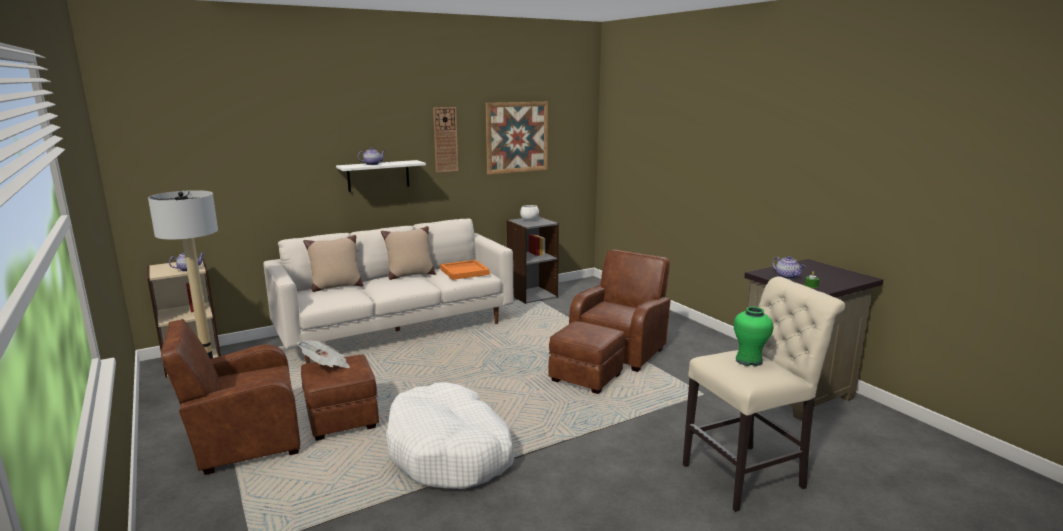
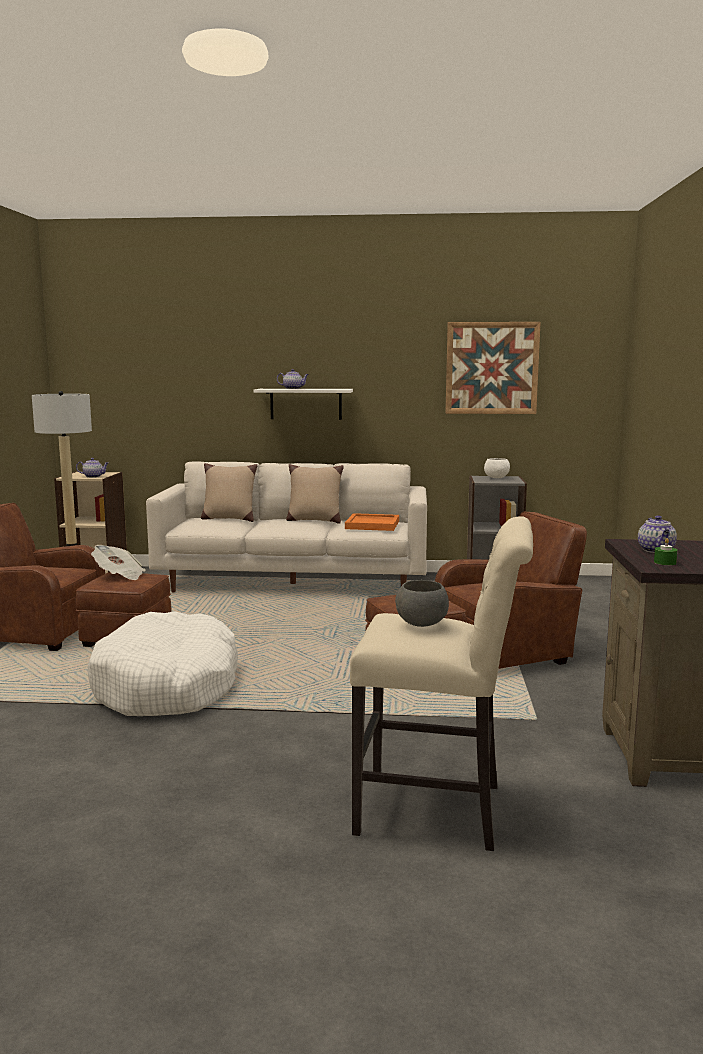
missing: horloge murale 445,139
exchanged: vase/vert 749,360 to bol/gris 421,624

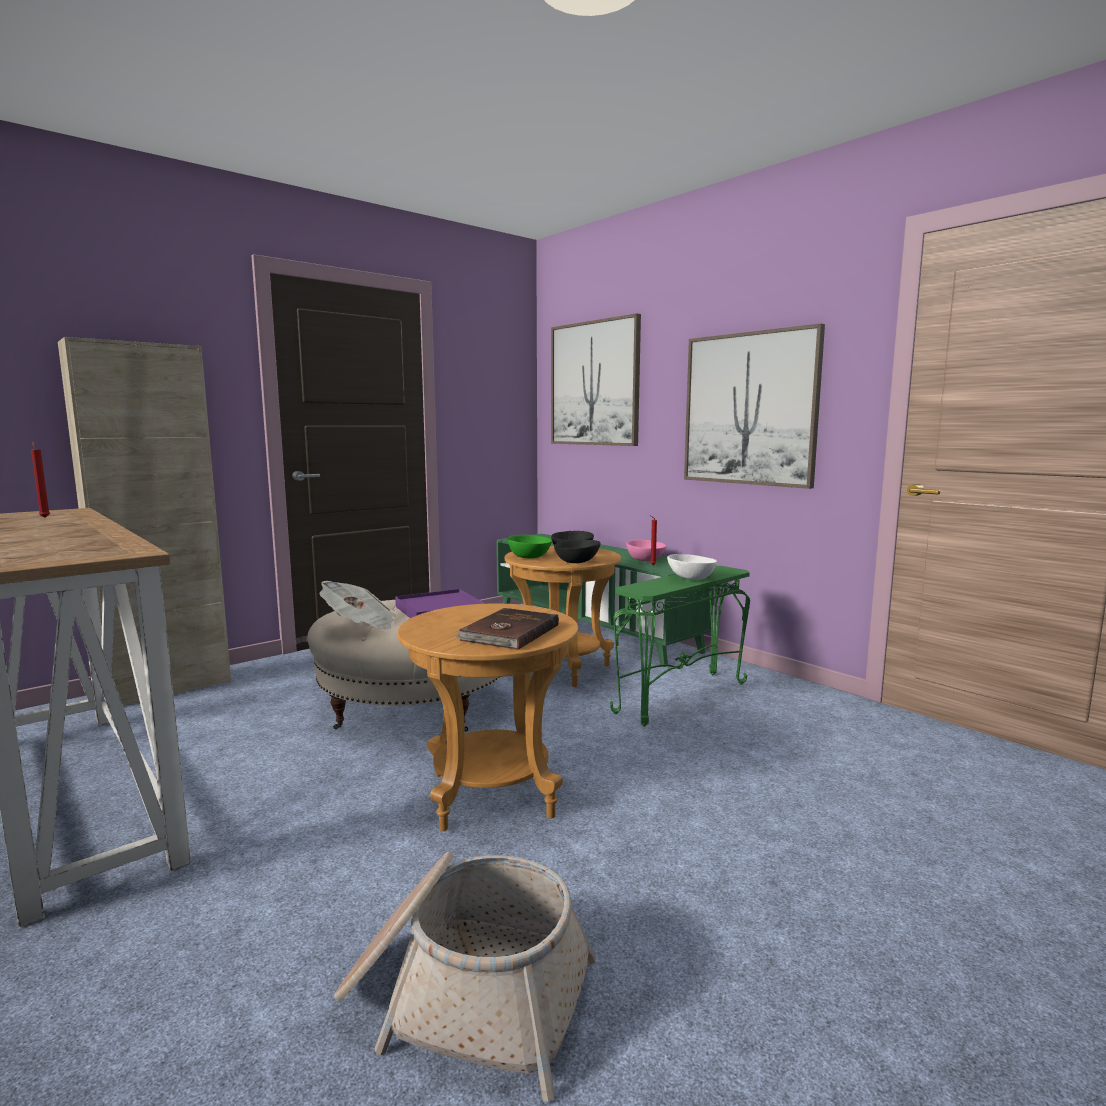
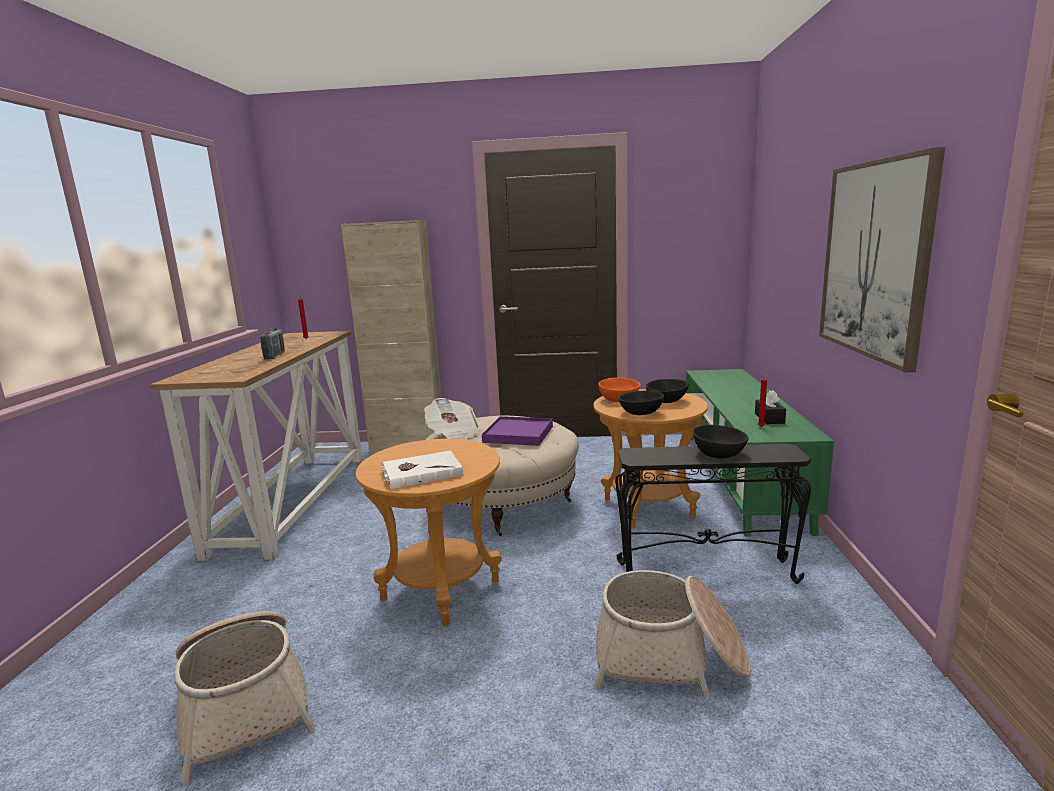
missing: tableau 594,384
appeared: radio 275,356; panier 669,657
exchanged: bol/rose 644,559 to boîte à mouchoirs/noir 769,418
colour: livre/marron 508,633 to livre/blanc 421,472; bol/vert 528,557 to bol/orange 618,399; table d'appoint/vert 681,697 to table d'appoint/noir 706,573; bol/blanc 691,578 to bol/noir 718,454

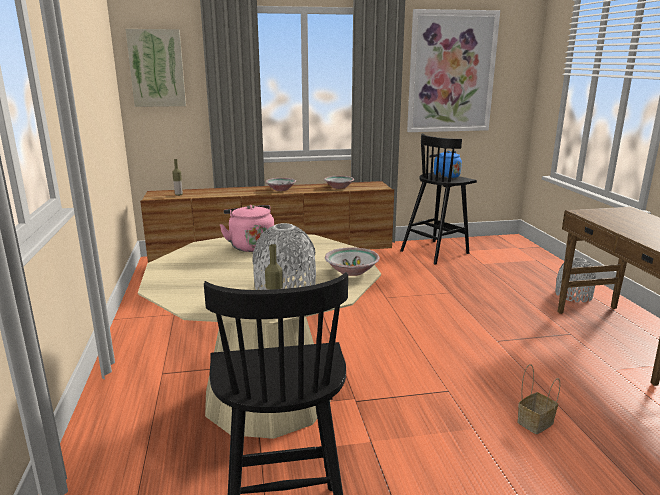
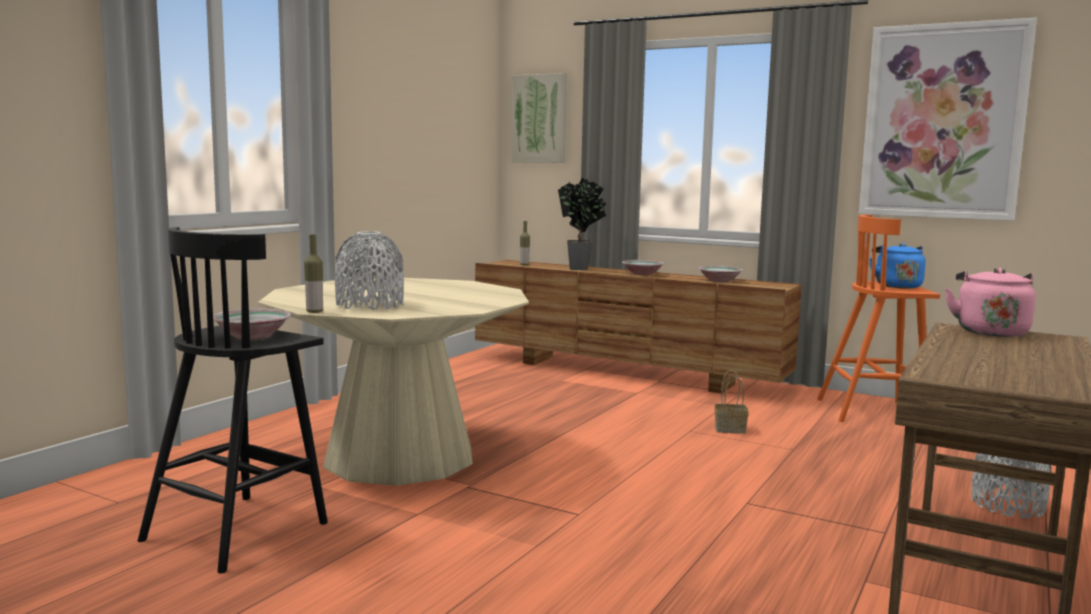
appeared: plante en pot 582,269
relocated: bouilloire/rose 250,246 to 990,331; bol 352,271 to 253,336; panier 535,422 to 731,429
colour: tabouret/noir 436,251 to tabouret/orange 874,411

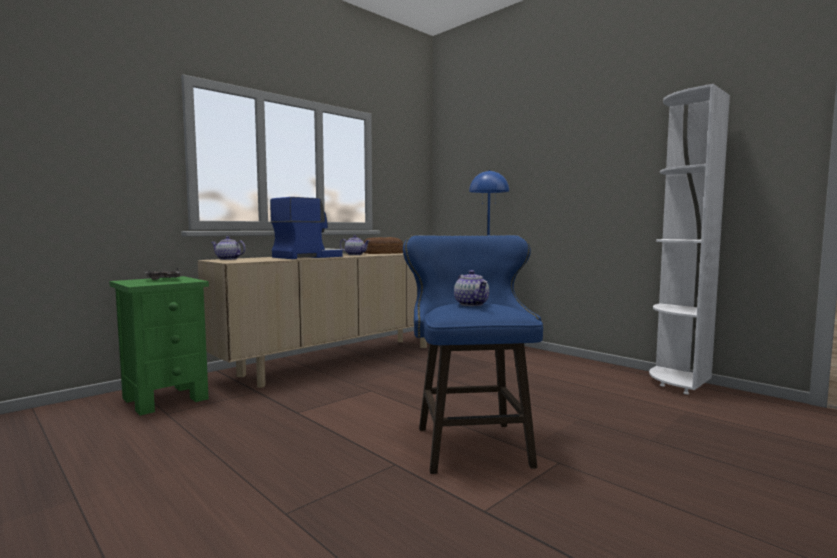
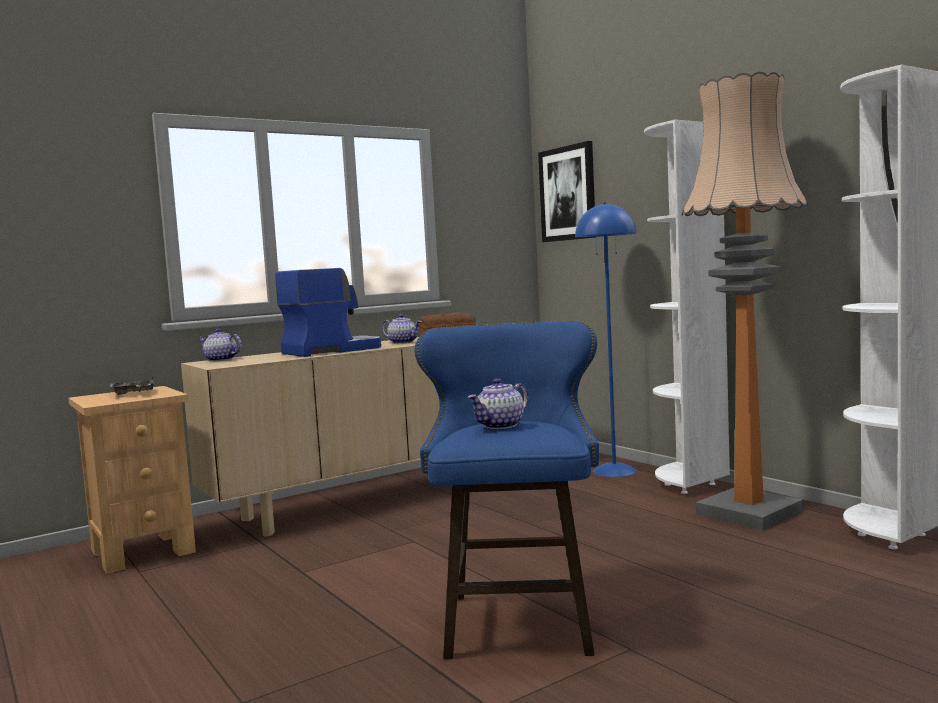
appeared: tableau 568,193; bibliothèque/blanc 685,484; lampadaire 749,513
colour: table de chevet/vert 167,399 to table de chevet/beige 144,551
spun: théière 472,304 = 500,425 60 degrees clockwise

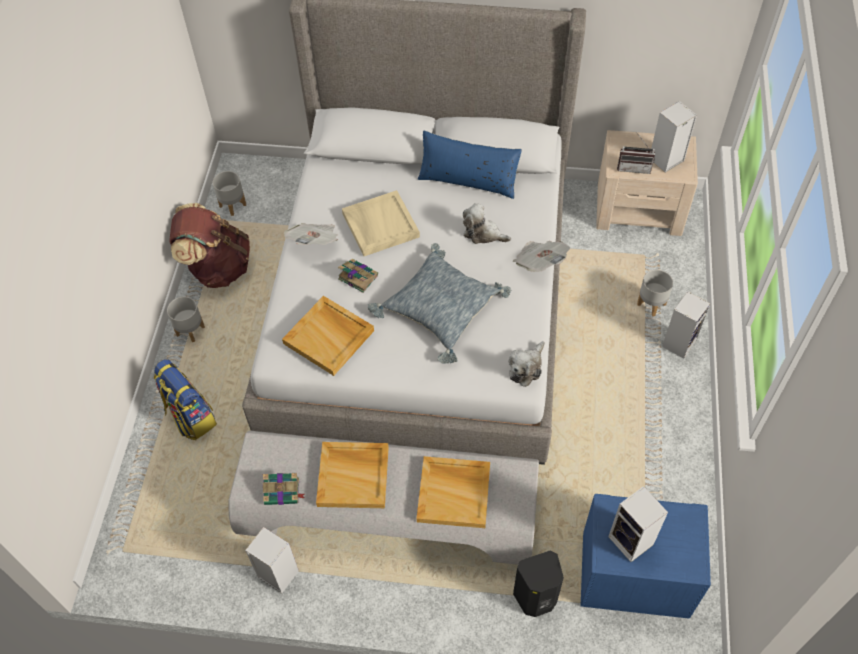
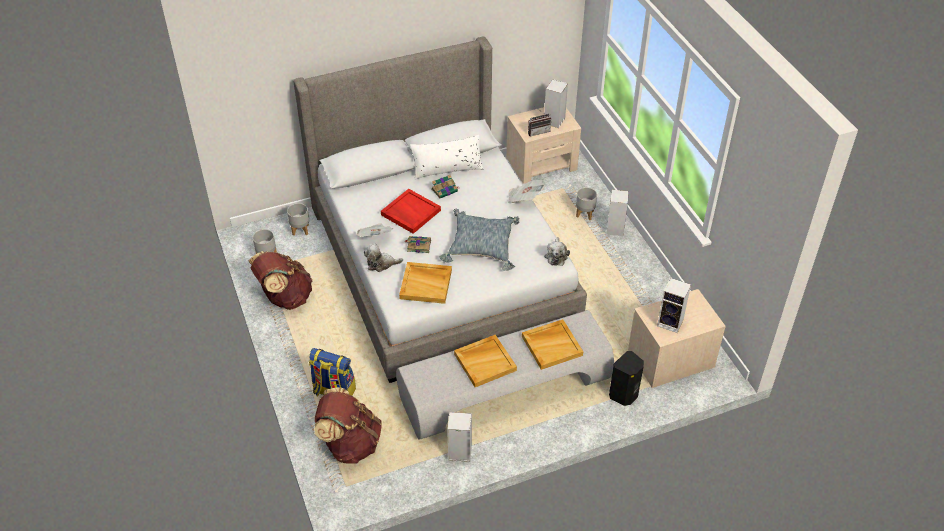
appeared: sac à dos/marron 350,443
relocated: cache-pot/gris 190,331 to 300,230; livre 283,491 to 445,190; peluche 483,233 to 381,264
colour: plateau/beige 380,225 to plateau/rouge 410,213; coussin/bleu 468,180 to coussin/blanc 447,169; table de chevet/bleu 634,574 to table de chevet/beige 670,358

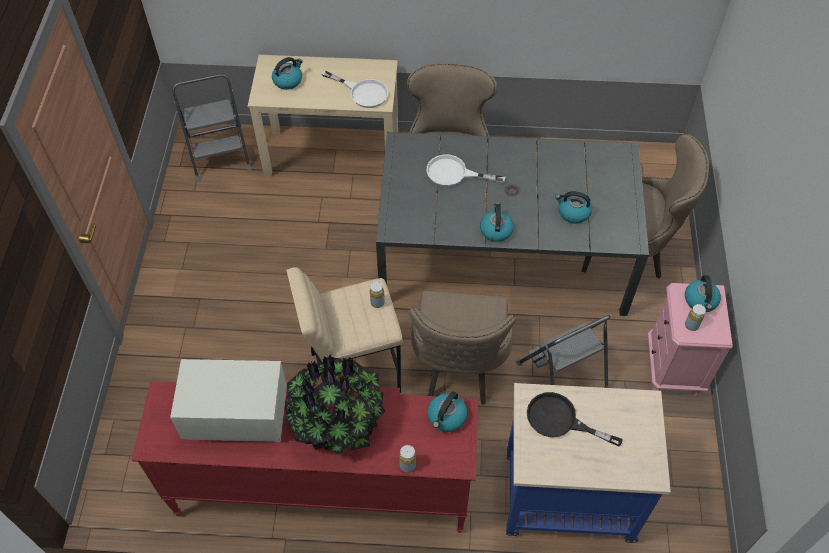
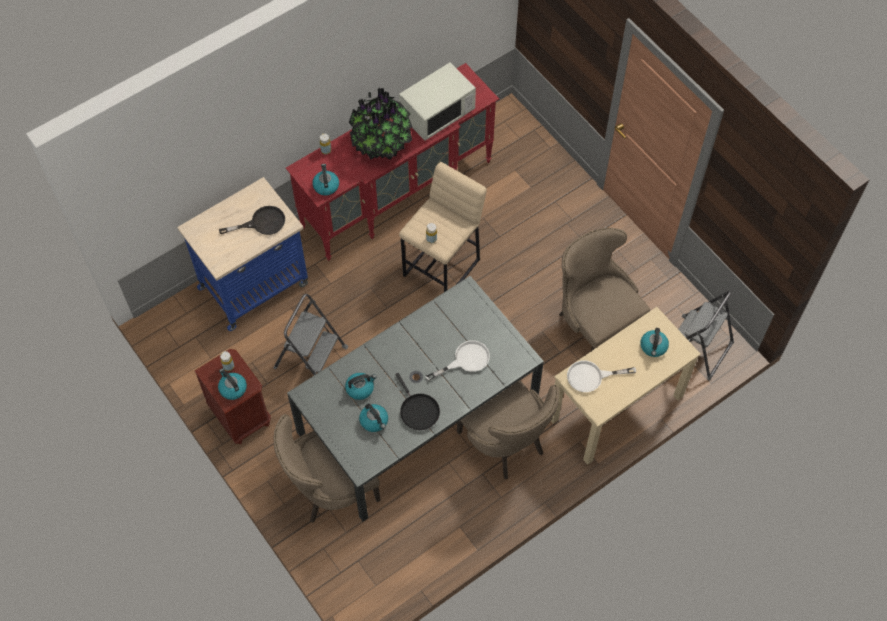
appeared: poêle/noir 418,411
relocated: chaise/beige 459,368 to 594,324; bouilloire 495,230 to 374,421
colour: table de chevet/rose 673,367 to table de chevet/marron 240,416

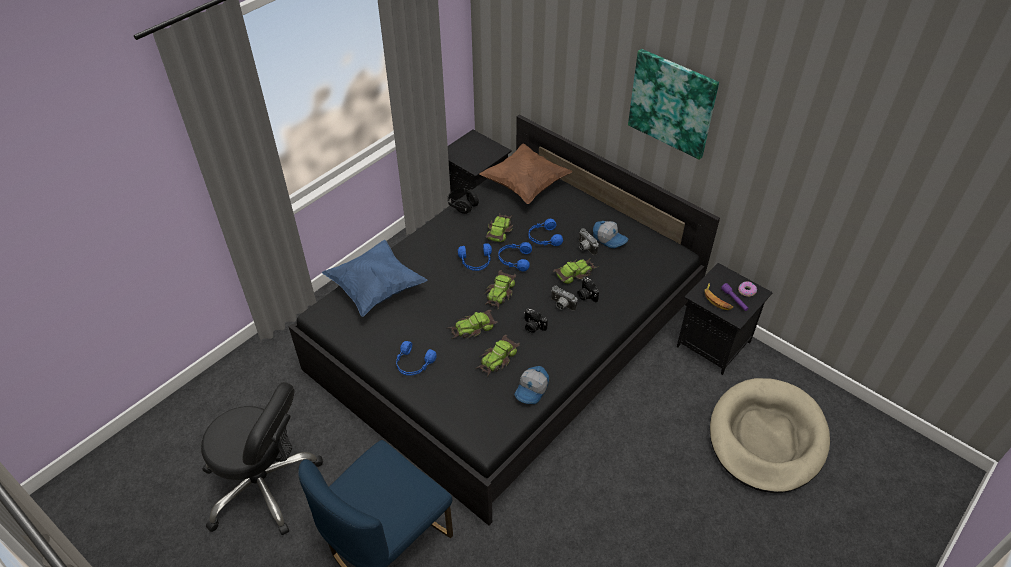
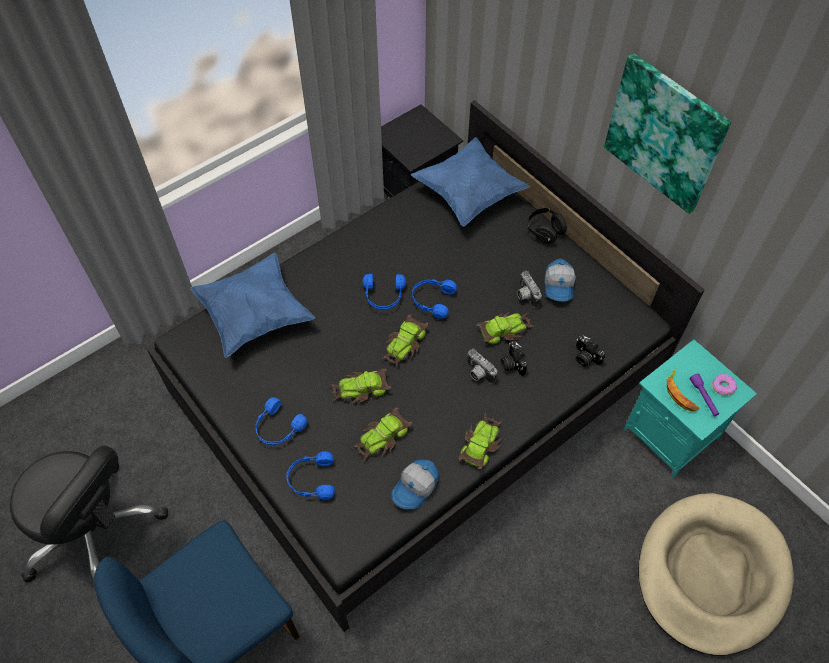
relocated: casque audio/noir 462,206 to 544,231; petite voiture 499,230 to 480,443; appareil photo 533,327 to 585,358; casque audio/bleu 544,238 to 311,480
colour: coussin/marron 525,185 to coussin/bleu 468,194; table de chevet/noir 715,344 to table de chevet/turquoise 673,434
spun: casquette 609,238 = 559,286 45 degrees clockwise

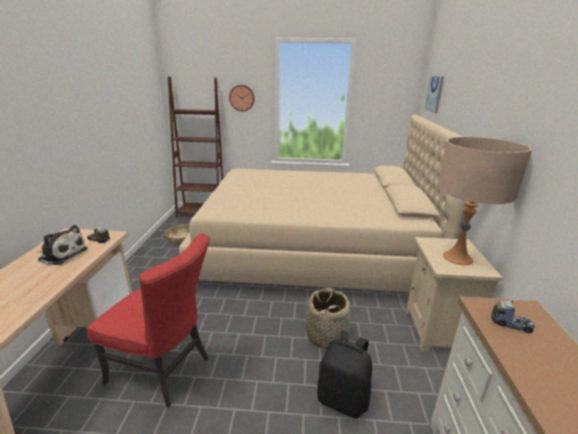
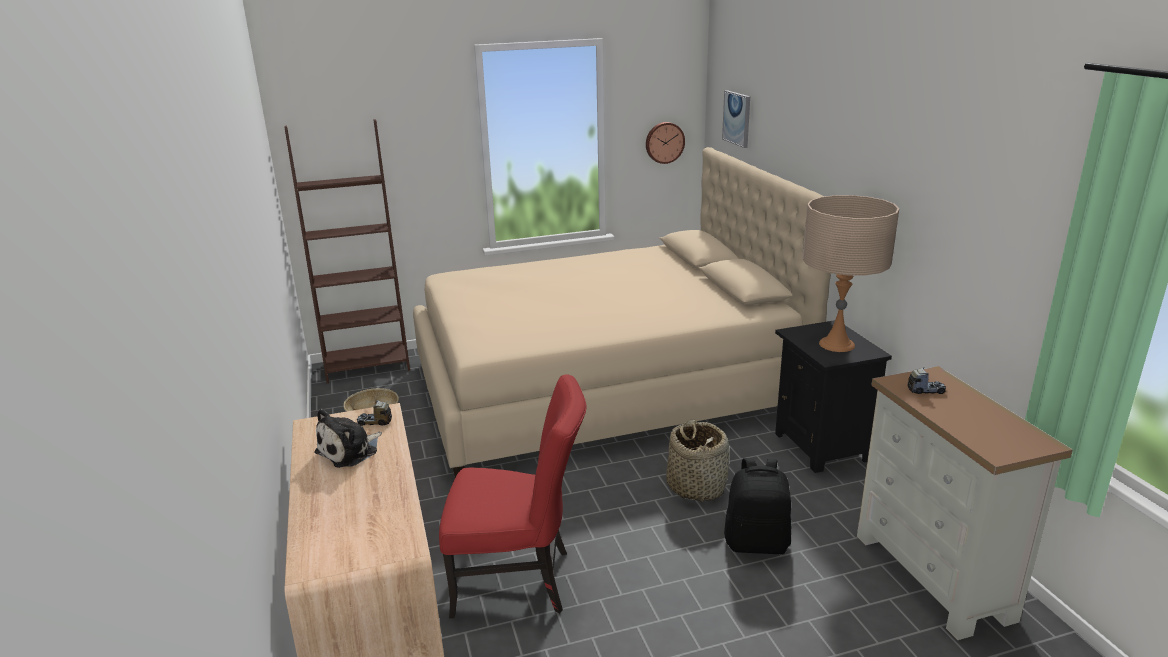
relocated: horloge murale 242,98 to 664,142
colour: table de chevet/beige 435,331 to table de chevet/noir 820,447
spun: peluche 62,254 = 350,451 135 degrees clockwise

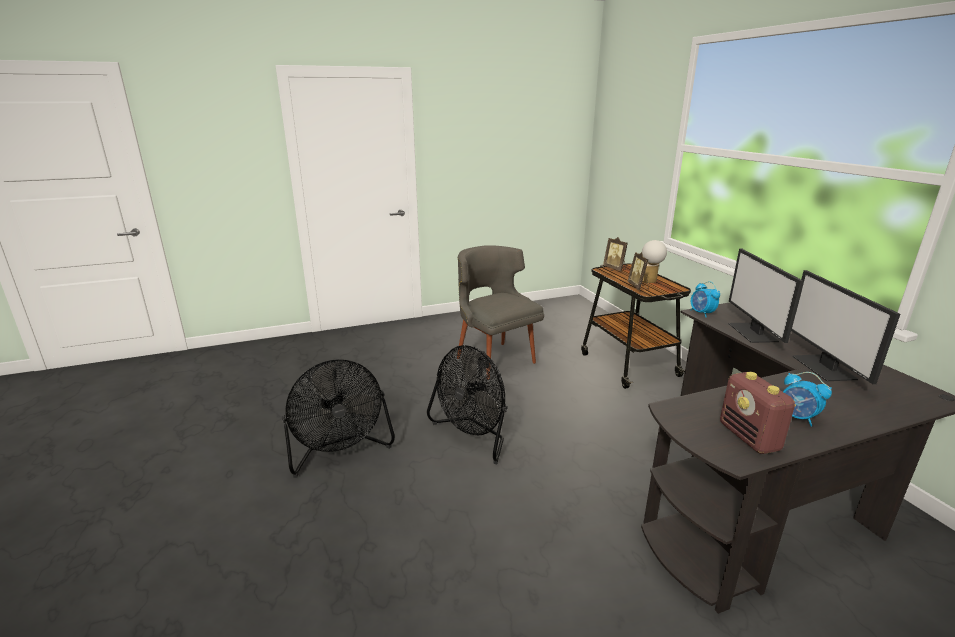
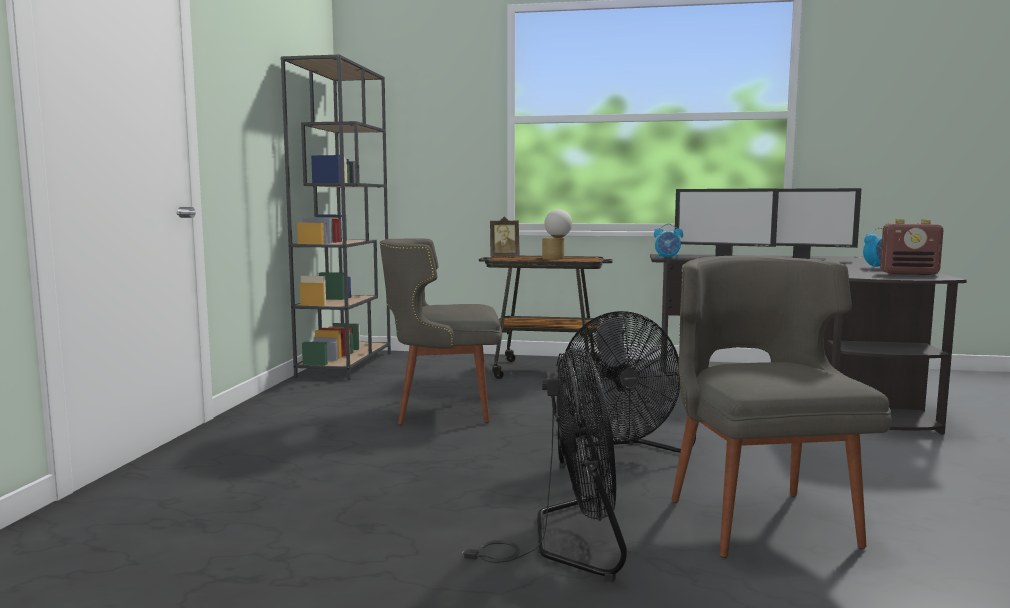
missing: cadre photo 638,286
appeared: bibliothèque 345,364; chaise/gris 762,524

